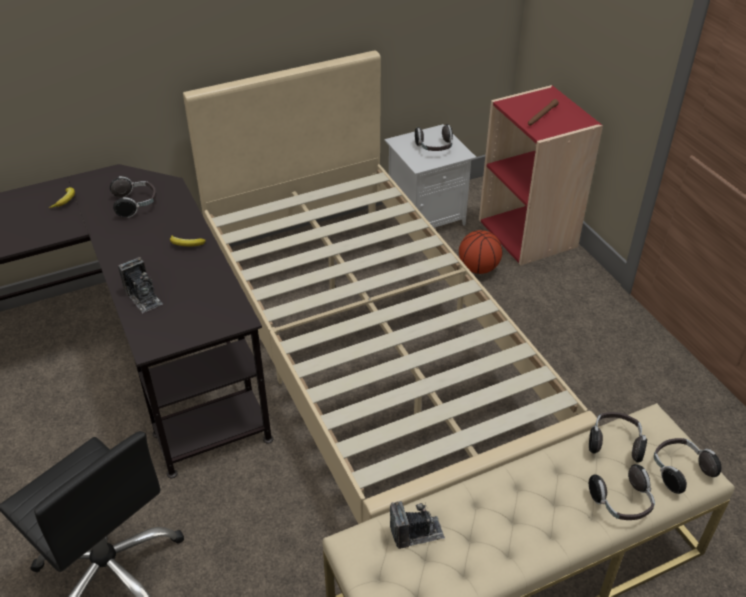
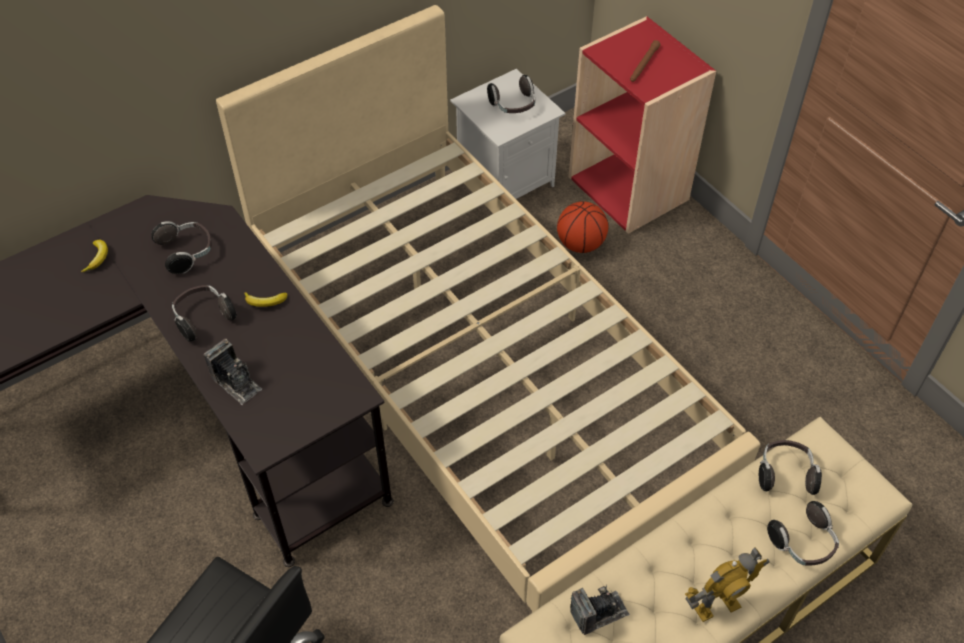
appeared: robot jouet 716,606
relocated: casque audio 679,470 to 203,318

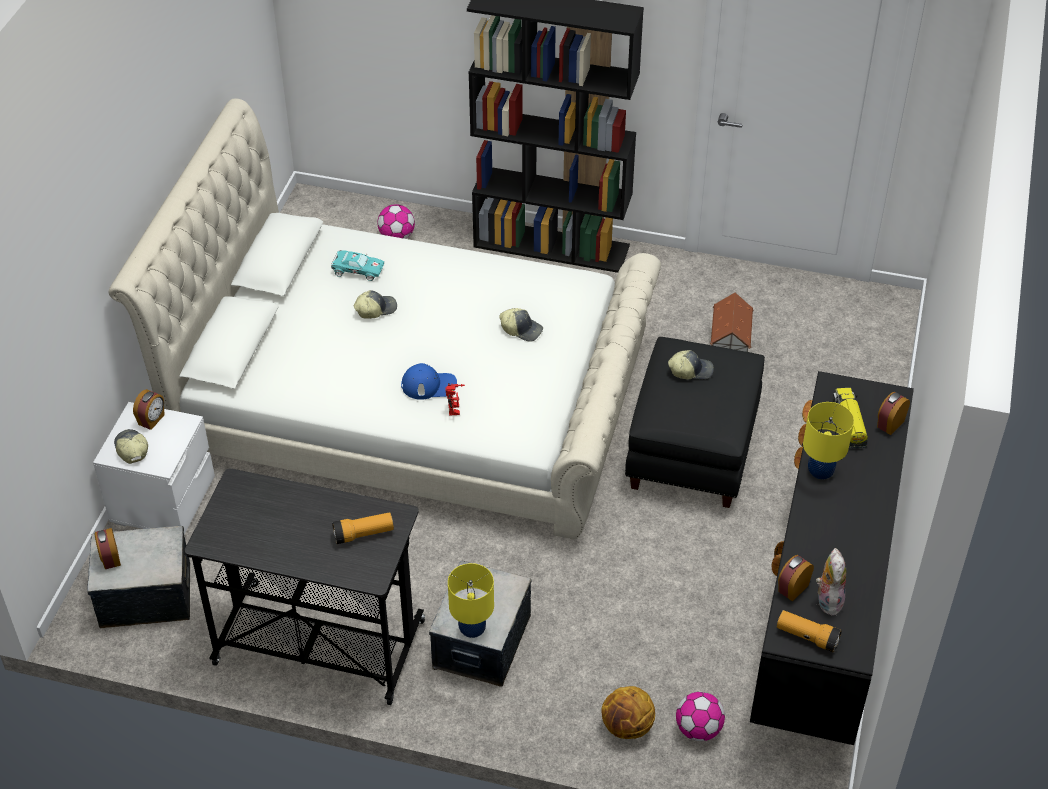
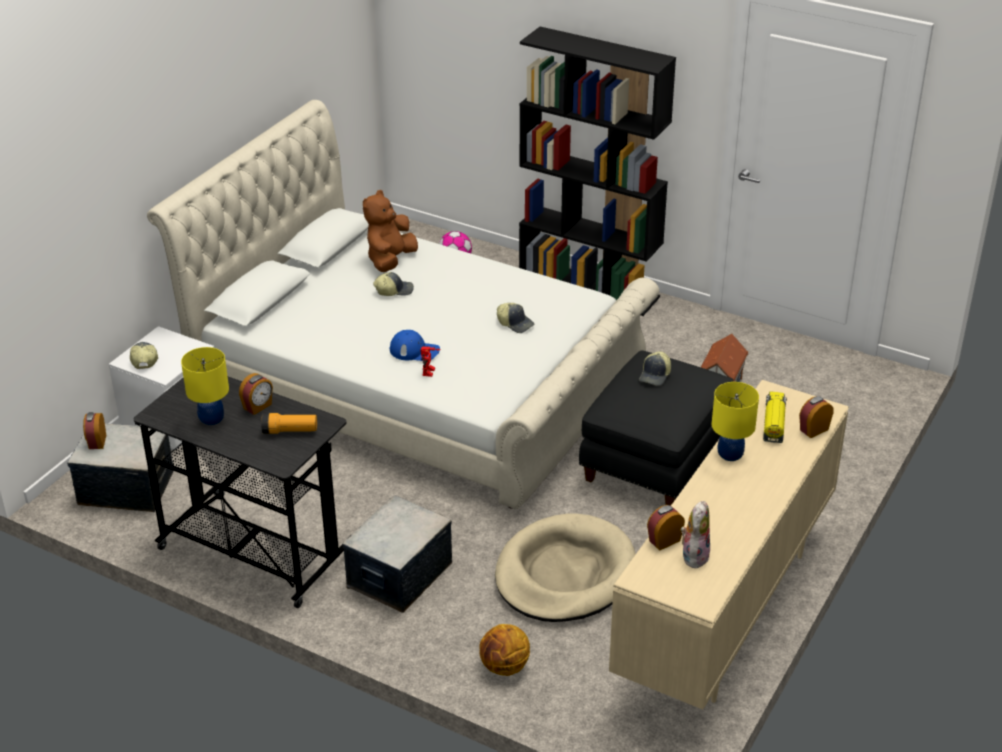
missing: ballon de foot 698,729; lampe de poche 807,637
appeared: panier pour chien/beige 564,574
relocated: réveil 152,420 to 258,406; lampe de table/jaune 473,630 to 213,420
exchanged: petite voiture/turquoise 356,270 to peluche/marron 390,261
colour: commode/noir 819,616 to commode/beige 724,612
spun: casquette 690,370 = 655,375 105 degrees clockwise

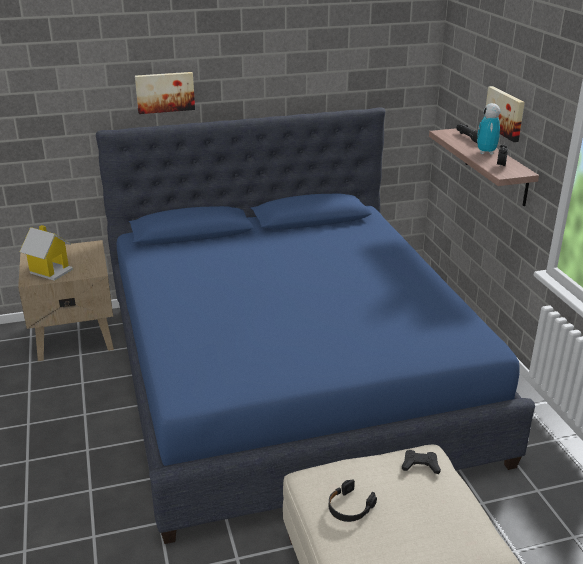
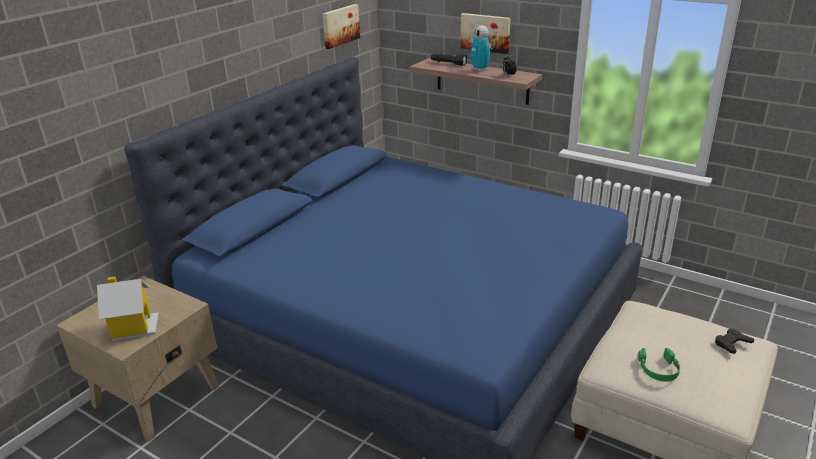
relocated: tableau 165,92 to 340,25; manette/noir 420,465 to 732,343
colour: casque audio/noir 349,507 to casque audio/vert 659,369

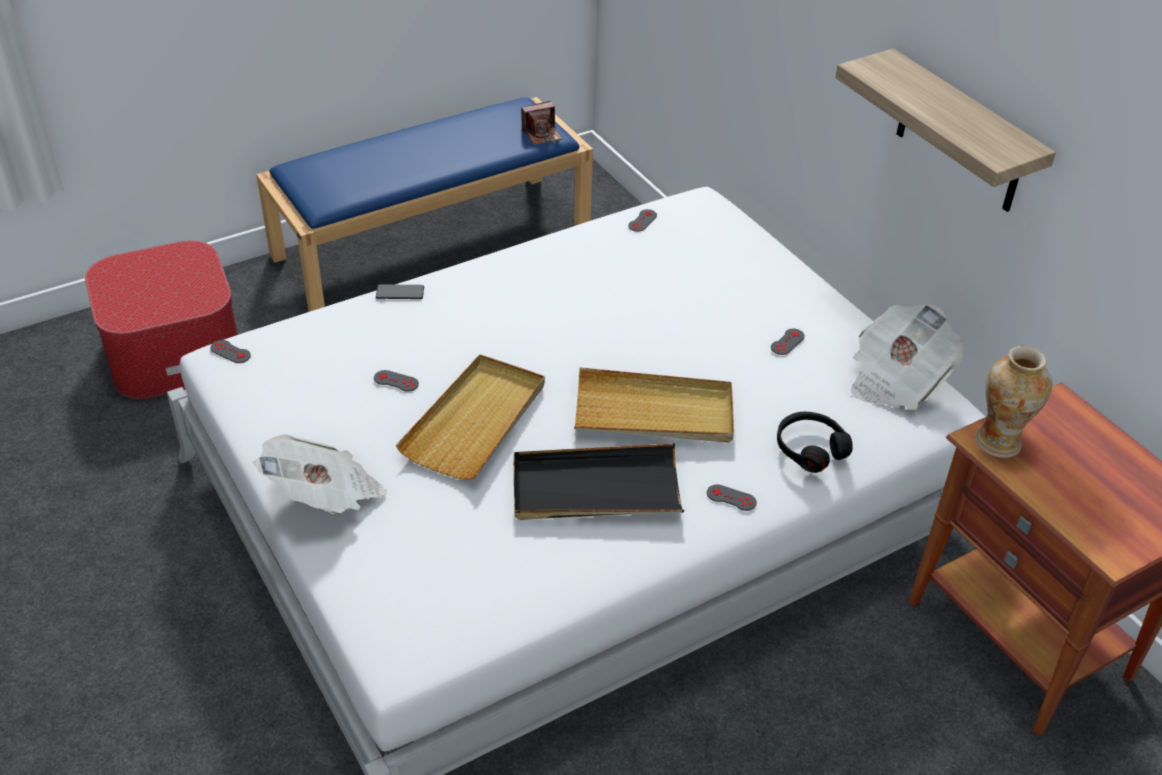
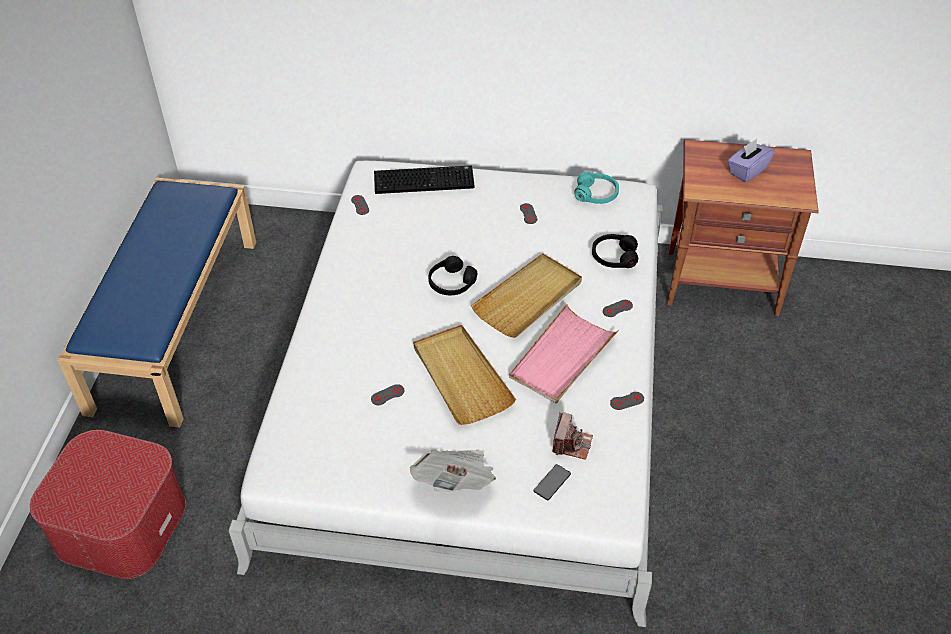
missing: étagère 960,134; vase 998,442
appeared: clavier 425,180; casque audio/noir 451,283; boîte à mouchoirs/violet 747,171
relocated: manette/gris 230,352 to 627,401; téléphone 400,293 to 552,482; appareil photo 542,134 to 571,444
exchanged: journal 896,379 to casque audio/turquoise 596,194
colour: plateau/noir 595,488 to plateau/rose 562,357

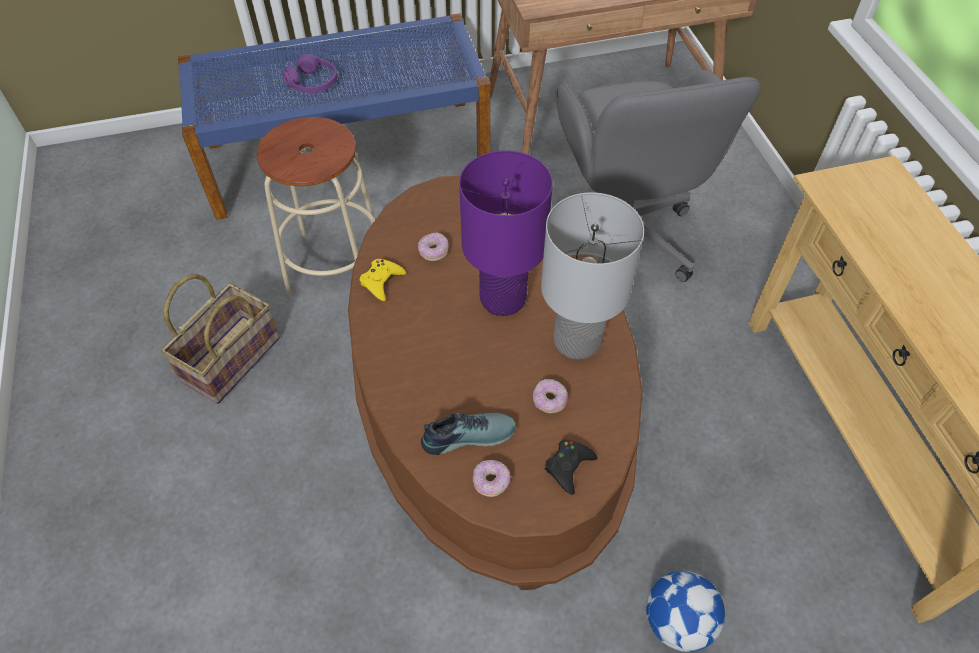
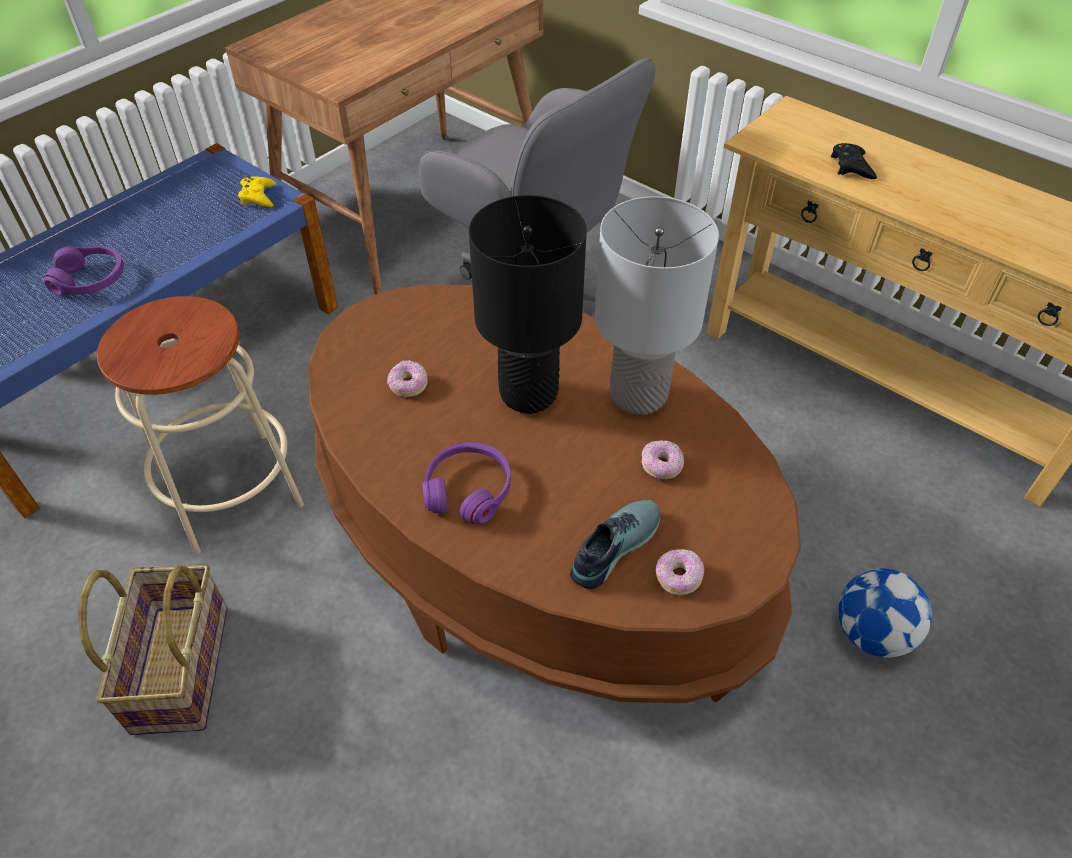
appeared: casque audio/violet 468,490
relocated: manette/jaune 381,281 to 258,196; manette/noir 568,467 to 851,166
colour: lampe de table/violet 502,301 to lampe de table/noir 528,397

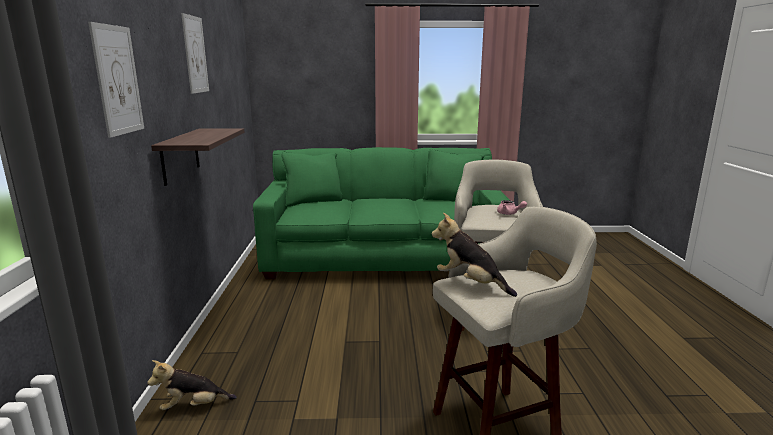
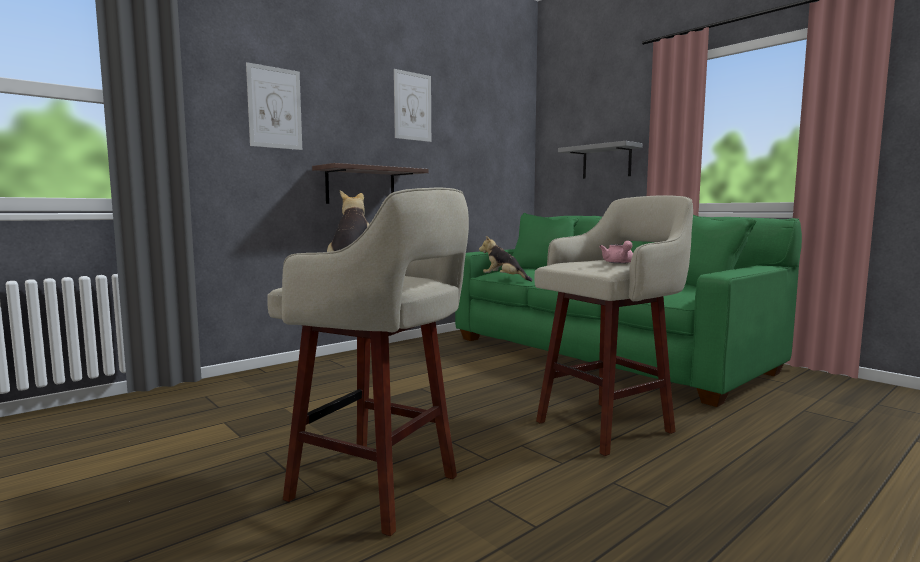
appeared: étagère/gris 606,162
relocated: peluche 193,406 to 504,279

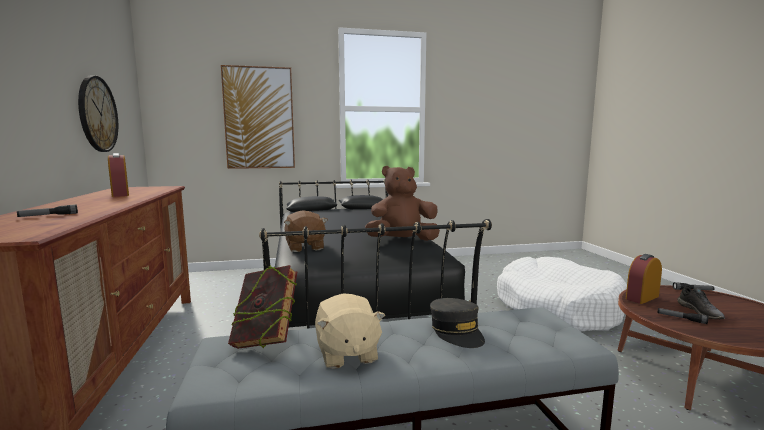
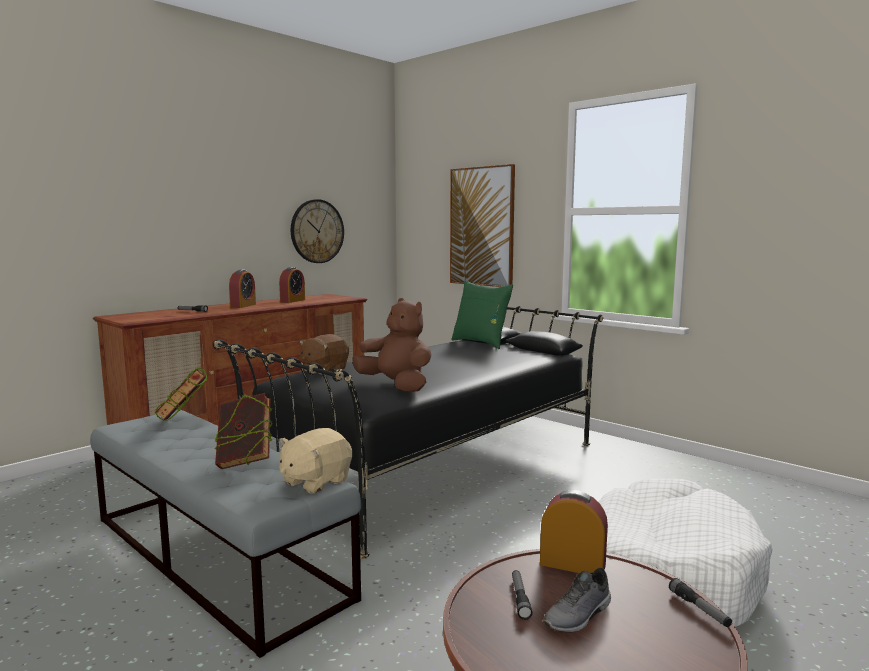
appeared: réveil 243,306; coussin/vert 480,343
relocated: peluche/beige 346,354 to 315,482
exchanged: casquette/gris 456,332 to livre 245,462

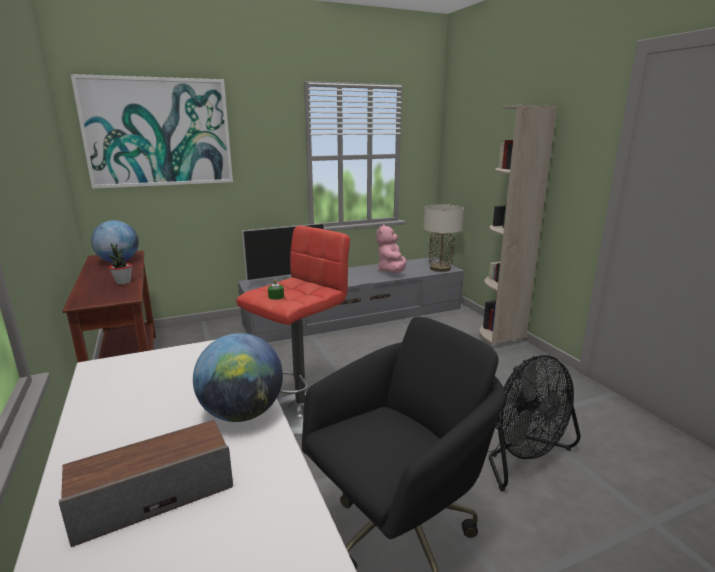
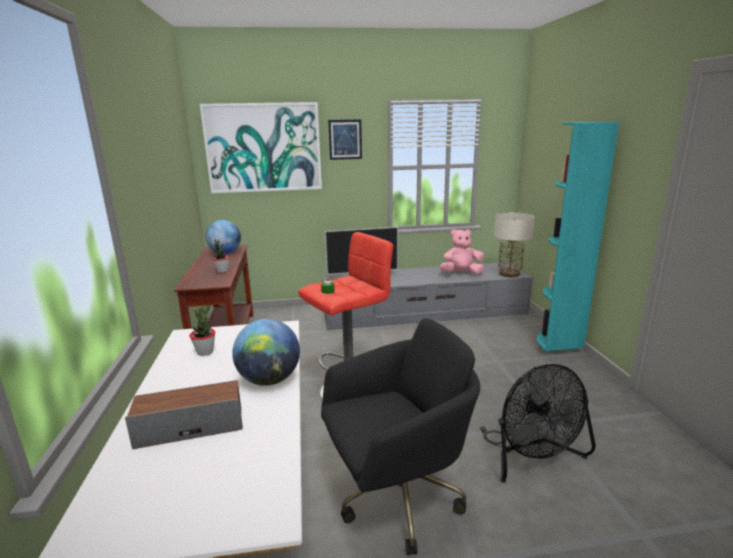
appeared: plante en pot 205,352; tableau 345,139
colour: bibliothèque/beige 497,338 to bibliothèque/turquoise 555,345
spun: peluche/rose 392,271 = 461,274 60 degrees clockwise

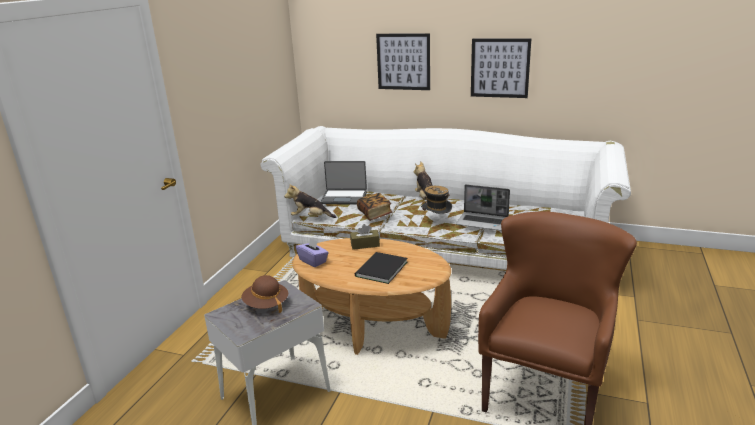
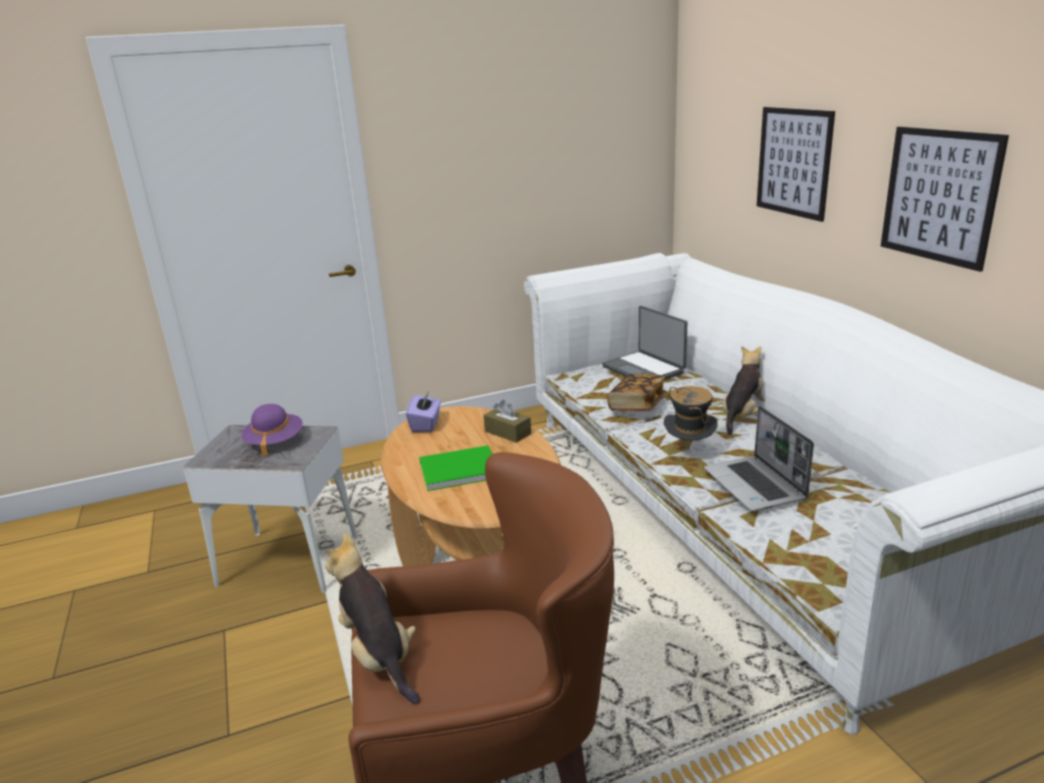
relocated: peluche 310,218 to 379,655
colour: chapeau/marron 266,304 to chapeau/violet 275,442; livre/noir 379,269 to livre/vert 456,469

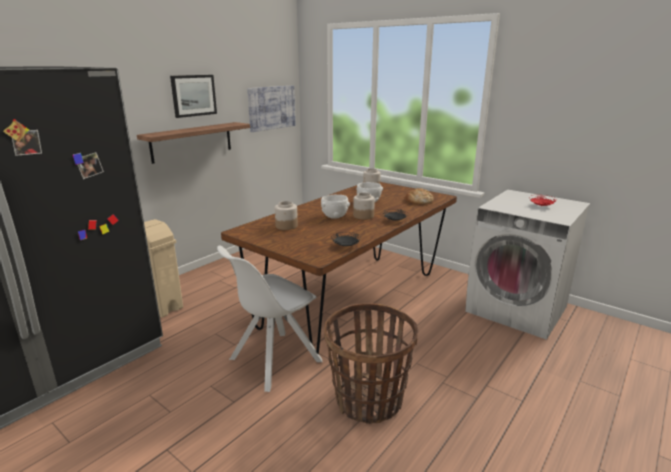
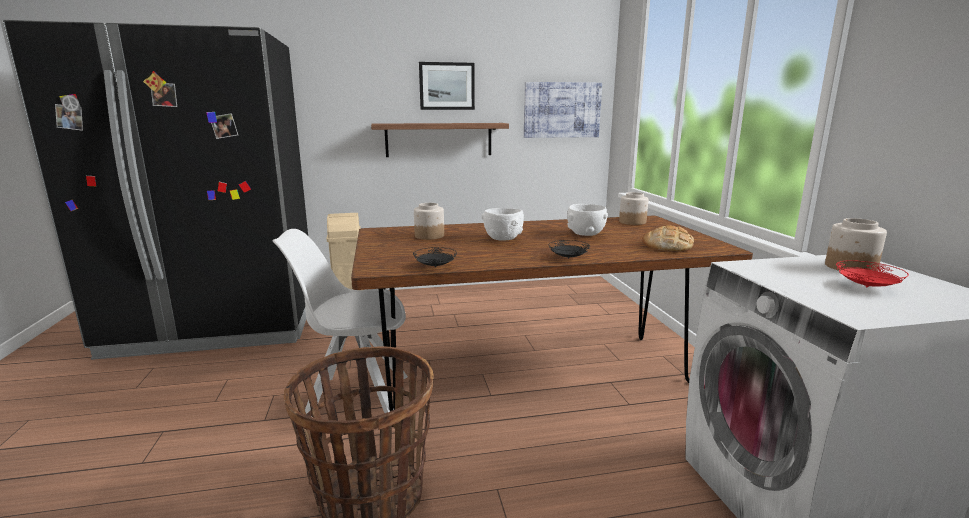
relocated: bocal 363,216 to 849,267

